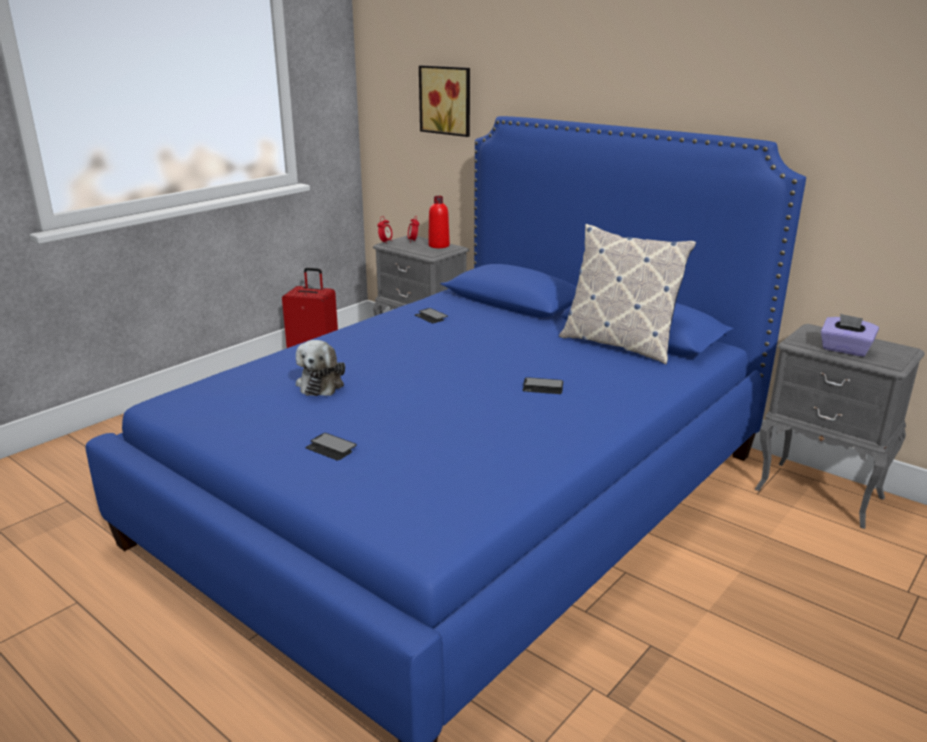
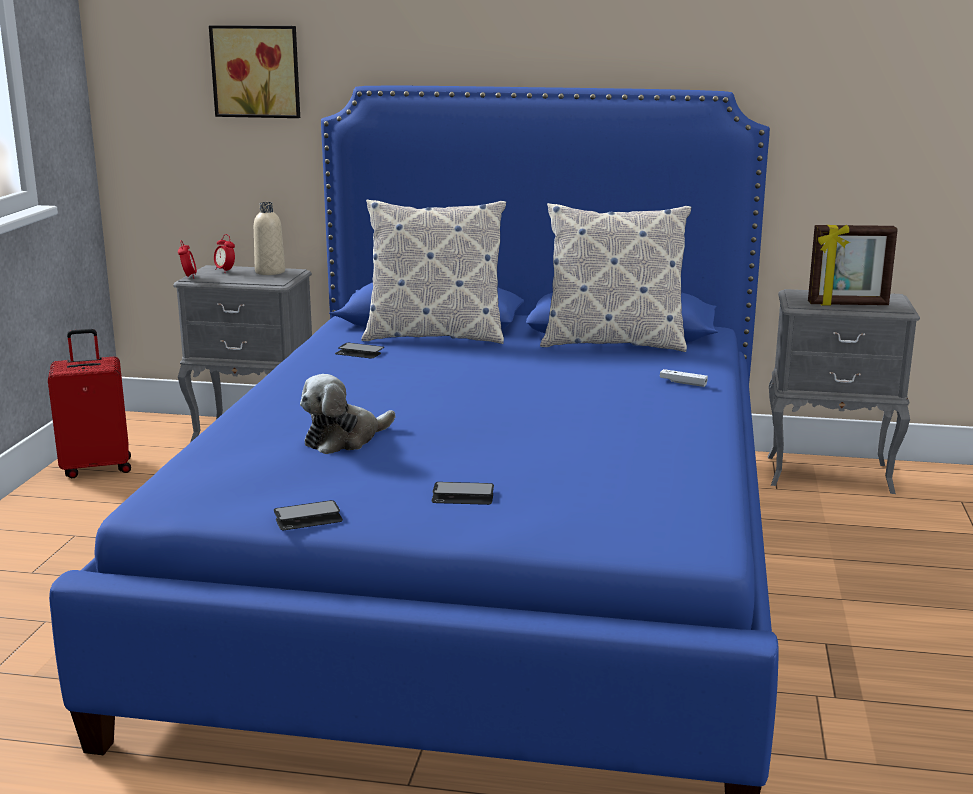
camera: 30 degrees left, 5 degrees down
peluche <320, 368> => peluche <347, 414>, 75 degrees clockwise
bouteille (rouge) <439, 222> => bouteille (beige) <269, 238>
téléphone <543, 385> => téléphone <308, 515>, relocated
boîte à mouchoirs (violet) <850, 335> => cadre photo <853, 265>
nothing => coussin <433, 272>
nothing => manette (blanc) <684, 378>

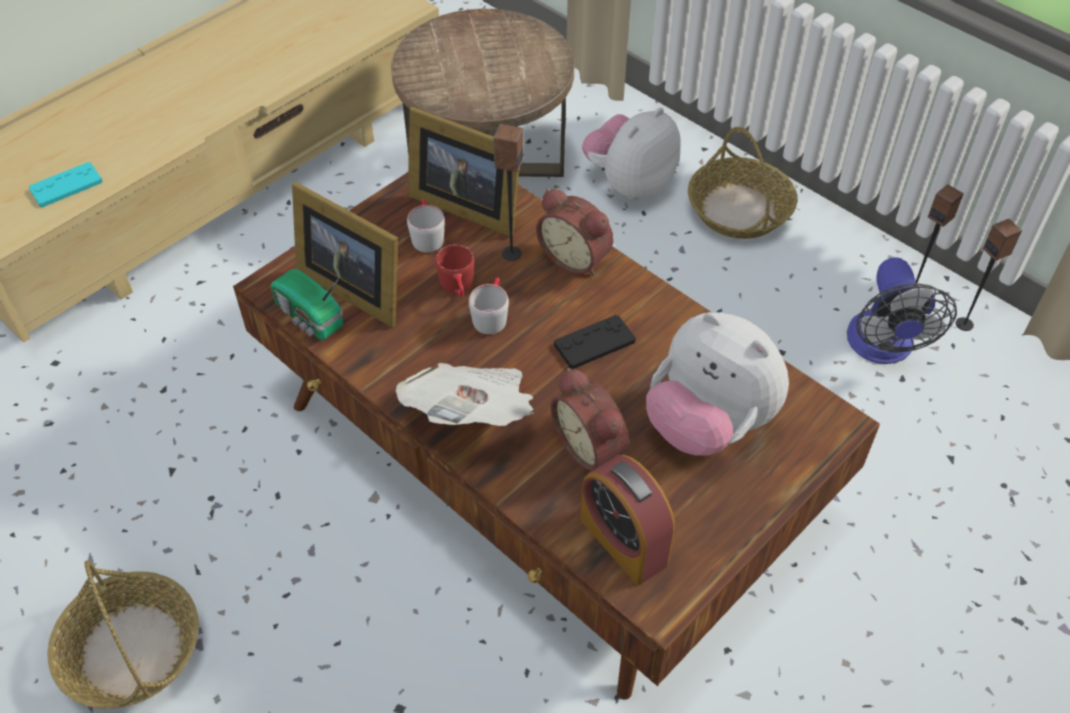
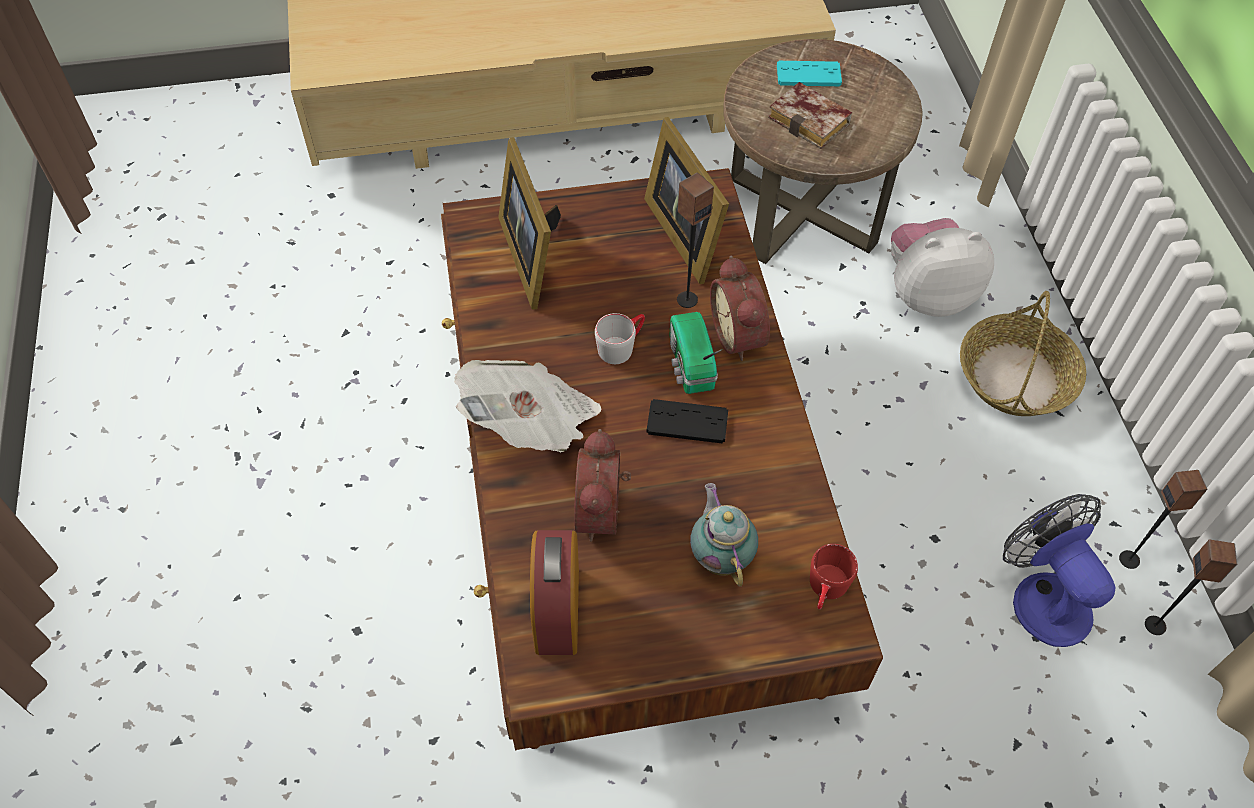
camera: 35 degrees right, 5 degrees up
manette (turquoise) <66, 184> => manette (turquoise) <809, 73>, relocated
panier <123, 634> => nothing
radio <307, 305> => radio <696, 353>, relocated
mug (gris) <426, 226> => nothing
mug (rouge) <454, 270> => mug (rouge) <834, 576>, relocated
peluche <717, 384> => théière <724, 535>
ventilateur <902, 310> => ventilateur <1059, 570>, 120 degrees clockwise
nothing => livre <810, 115>

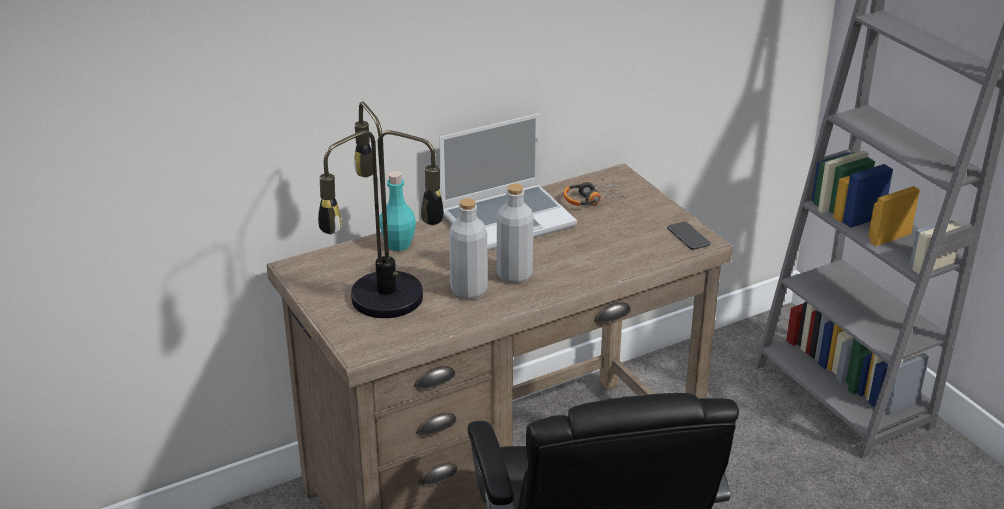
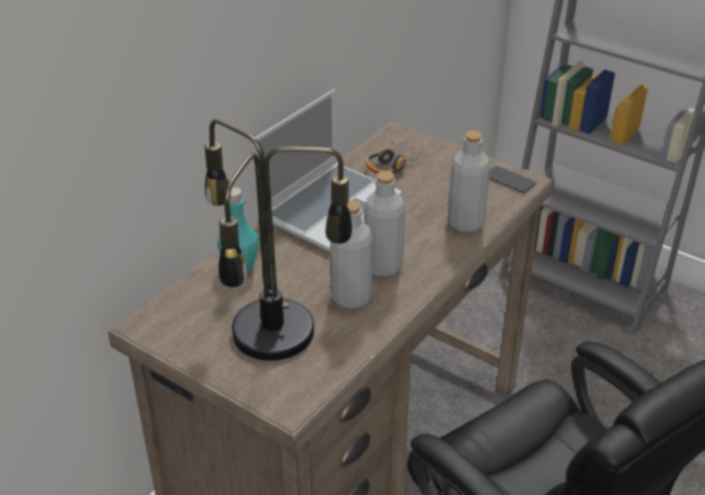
camera: 25 degrees left, 5 degrees up
nothing => bouteille (gris) <469, 181>

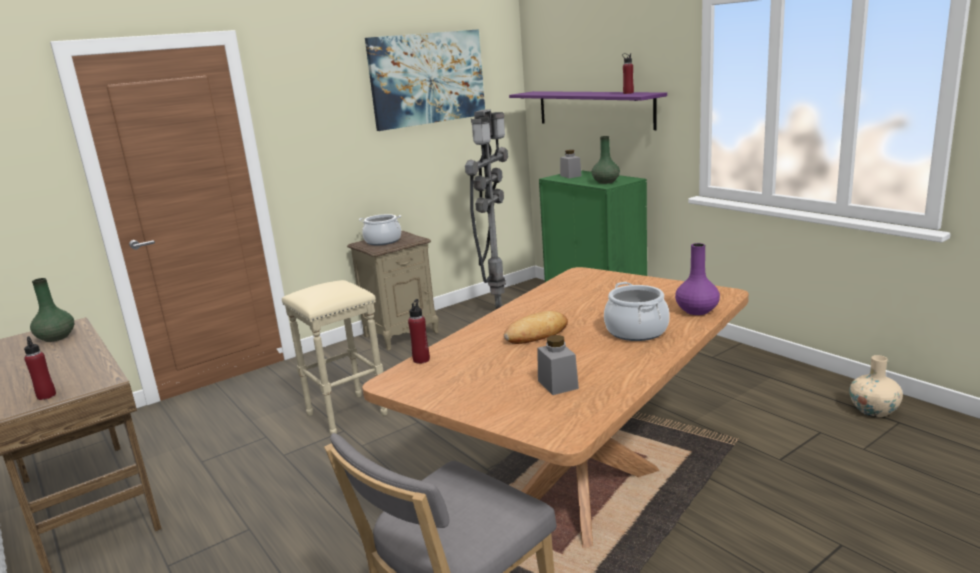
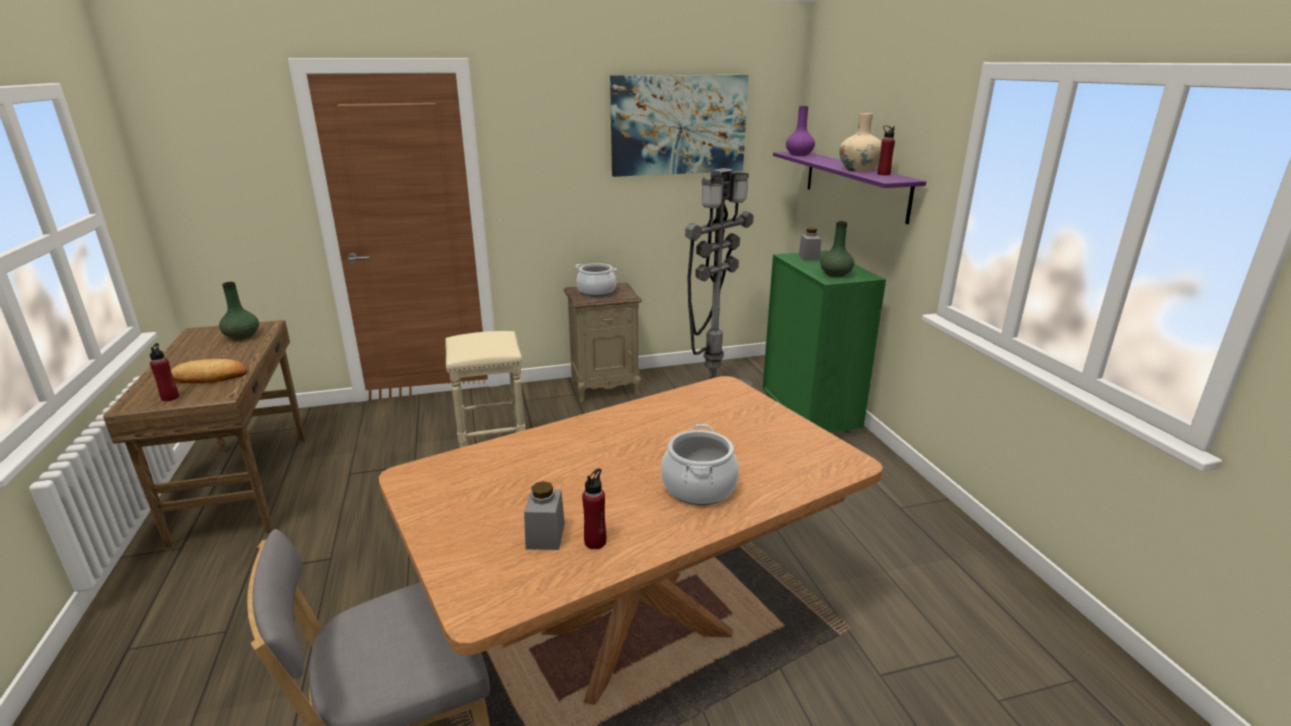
camera: 20 degrees right, 5 degrees up
bouteille (rouge) <419, 331> => bouteille (rouge) <594, 508>, relocated
pain <536, 327> => pain <209, 371>, relocated
vase (violet) <697, 279> => vase (violet) <800, 131>, relocated
vase (beige) <876, 386> => vase (beige) <860, 142>, relocated

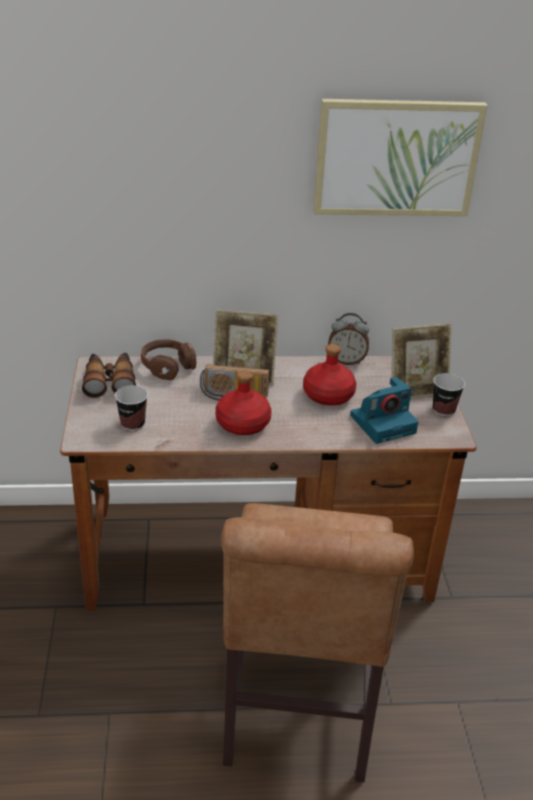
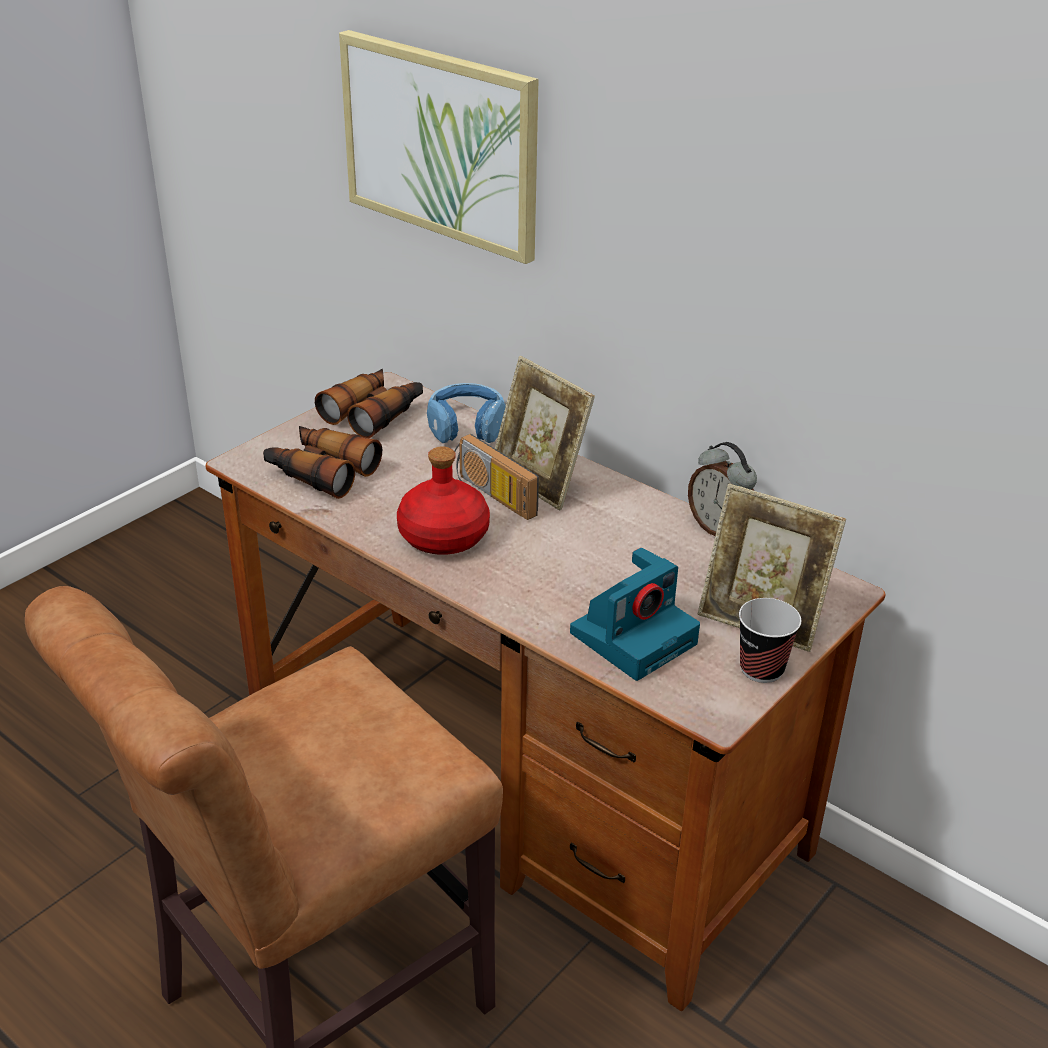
camera: 45 degrees right, 0 degrees up
tasse <131, 408> => jumelles <322, 462>
casque audio (marron) <169, 359> => casque audio (bleu) <466, 413>
bouteille (rouge) <329, 375> => nothing
tableau <400, 157> => tableau <438, 147>, relocated
appareil photo <384, 410> => appareil photo <635, 614>, 60 degrees counterclockwise

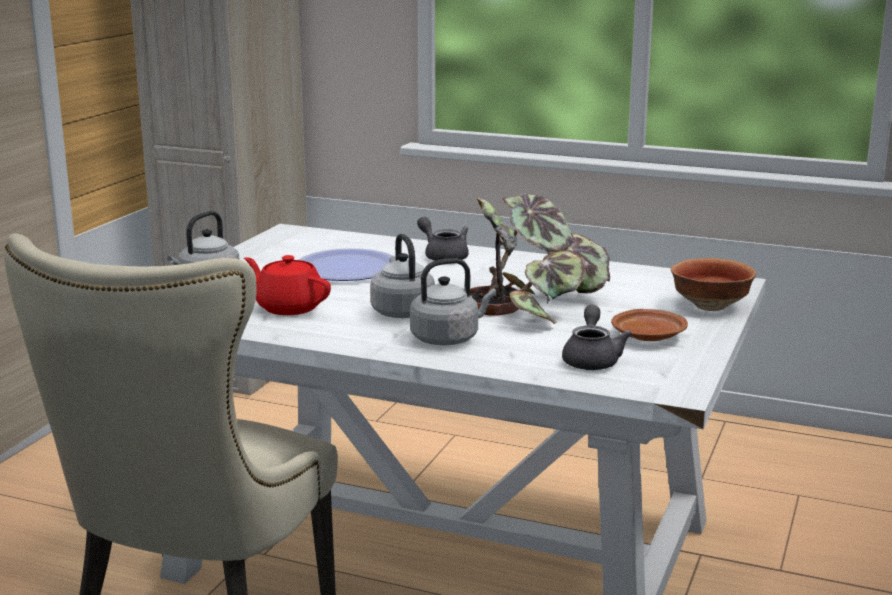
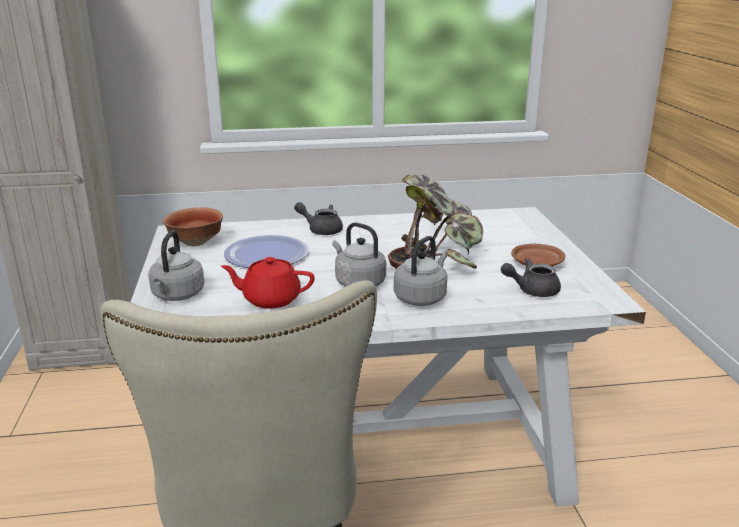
camera: 30 degrees left, 5 degrees up
théière (gris) <597, 337> => théière (gris) <531, 277>, 75 degrees counterclockwise
bol <713, 284> => bol <193, 226>, relocated

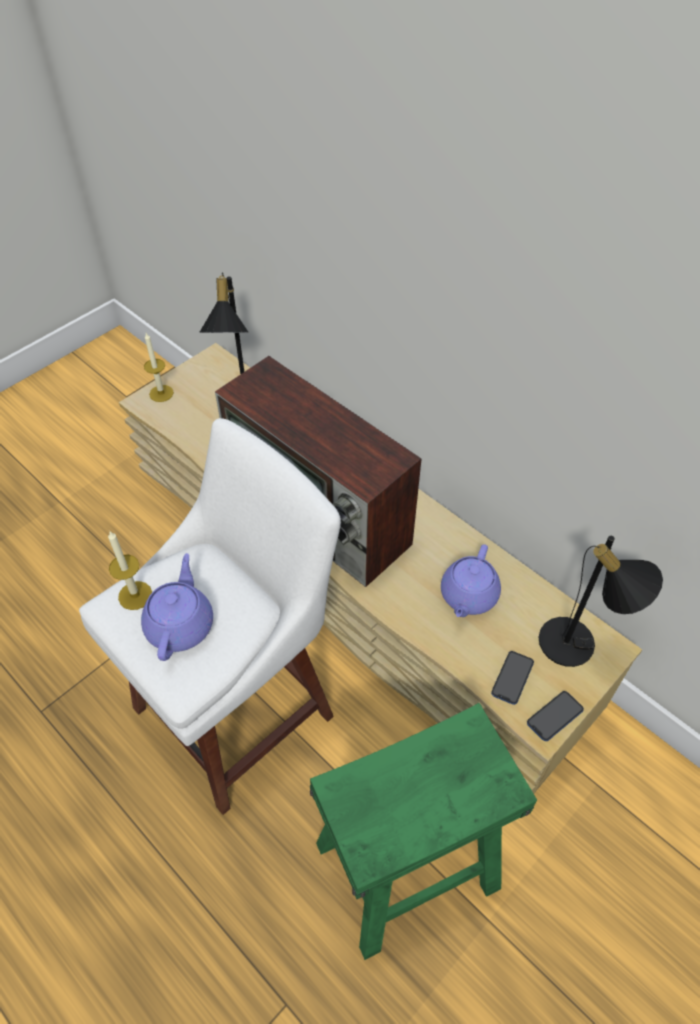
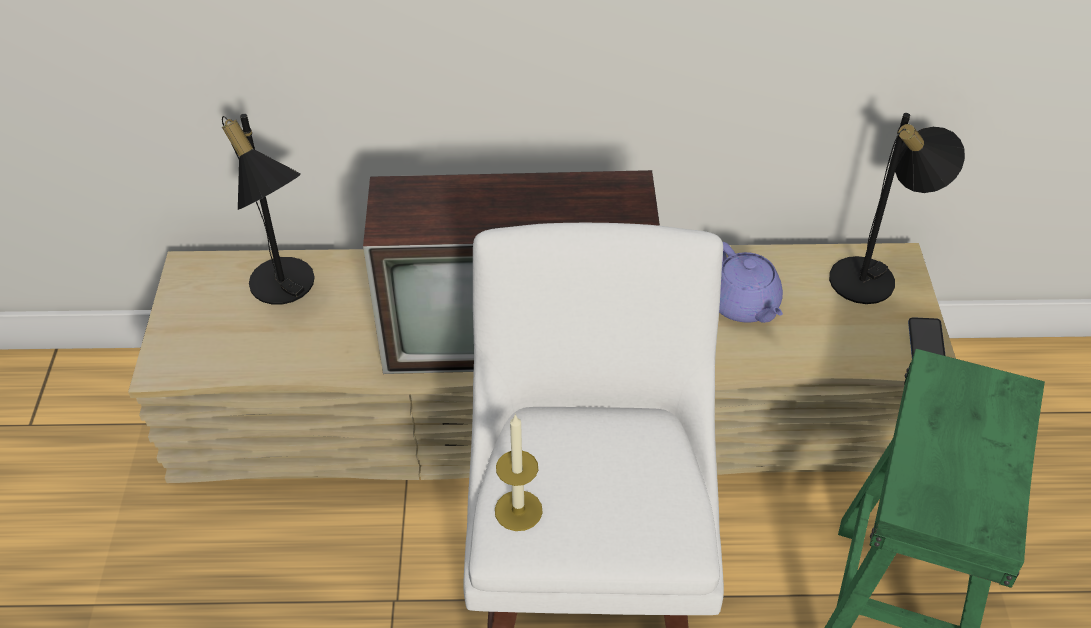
camera: 45 degrees left, 5 degrees down
théière (violet) <177, 607> => nothing
bougie <159, 367> => nothing
téléphone <512, 678> => nothing

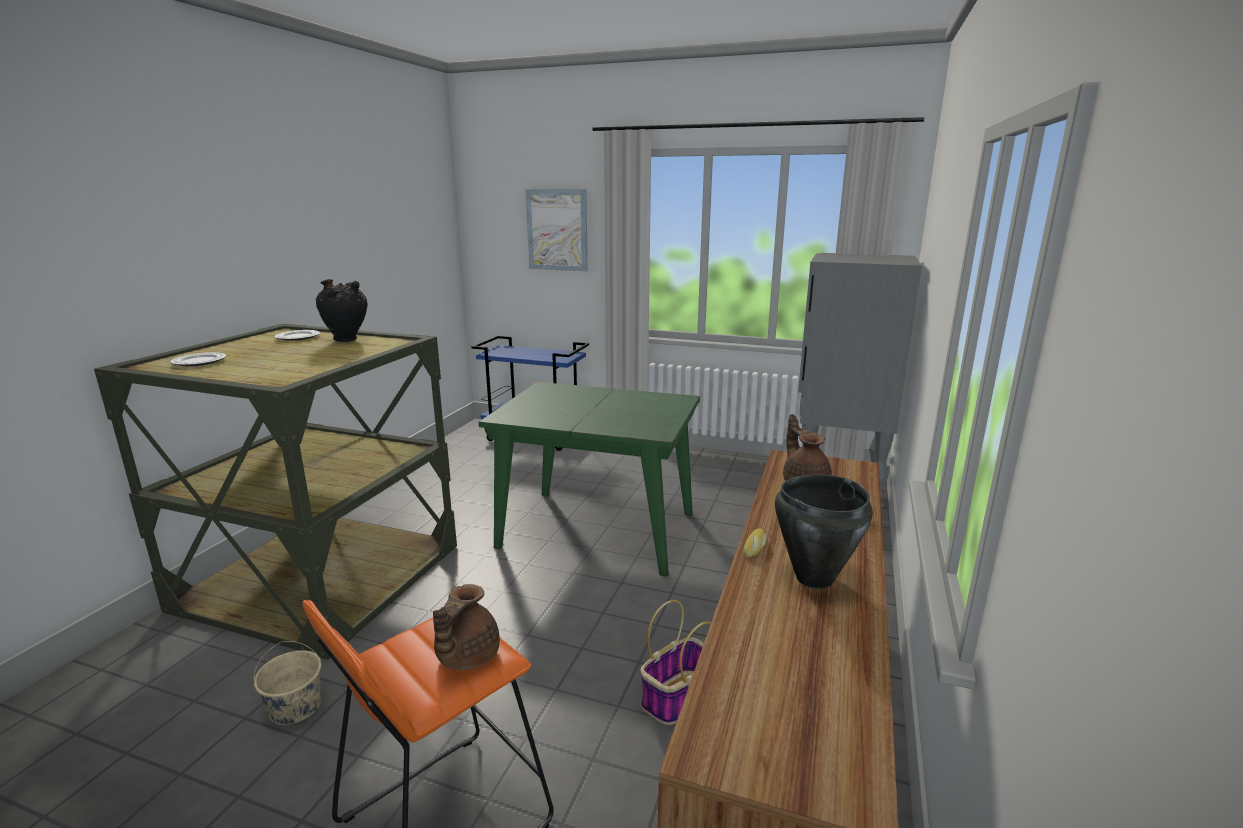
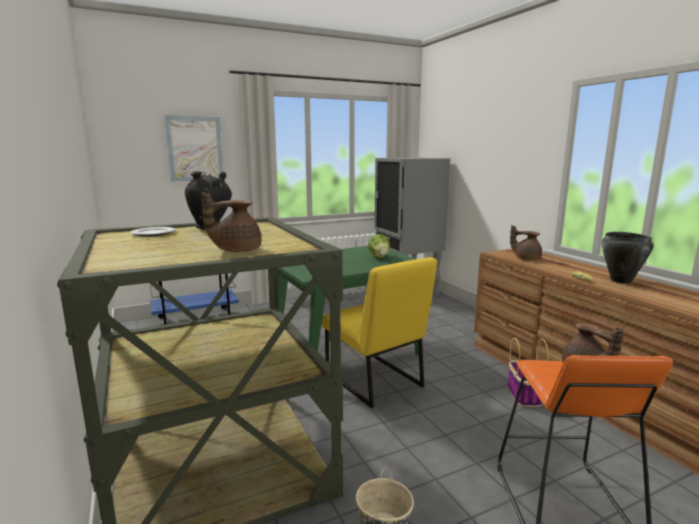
camera: 45 degrees left, 5 degrees down
assiette <198, 359> => nothing
nothing => théière (marron) <231, 222>
nothing => chaise (jaune) <379, 332>
nothing => laitue <379, 246>

